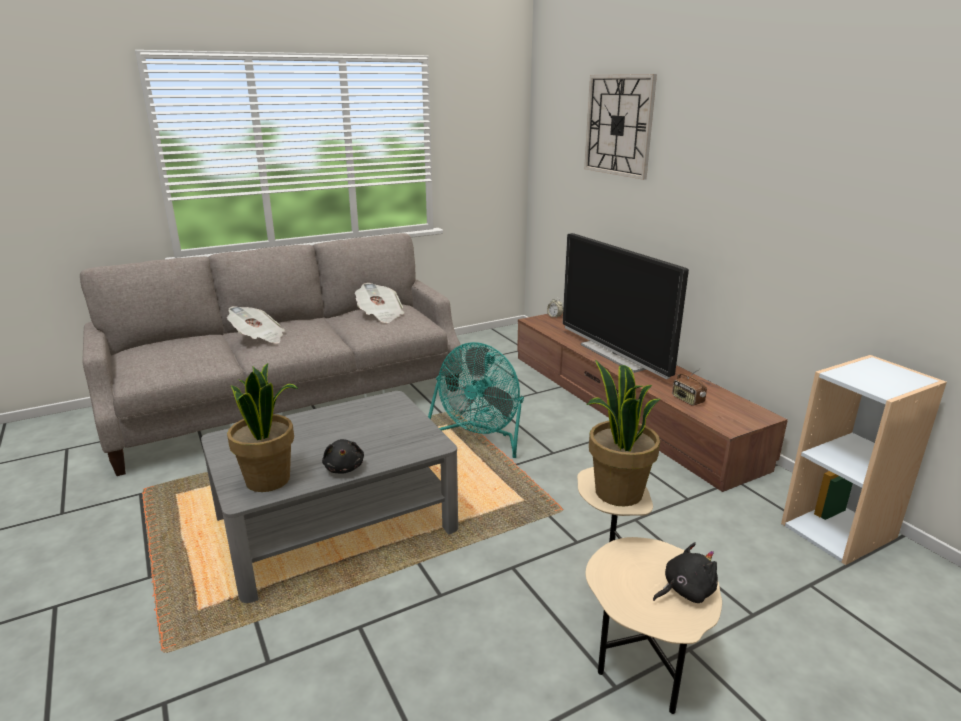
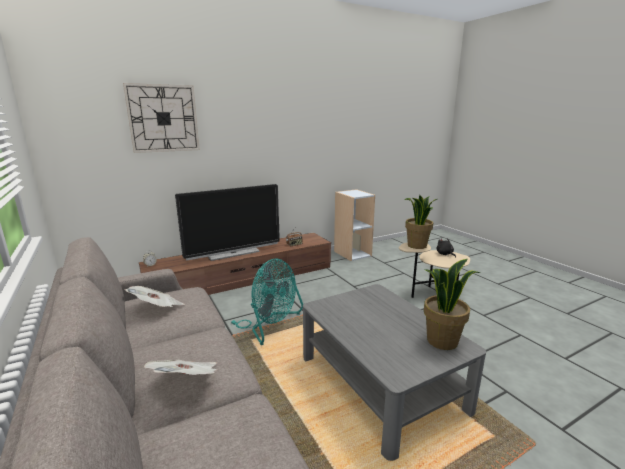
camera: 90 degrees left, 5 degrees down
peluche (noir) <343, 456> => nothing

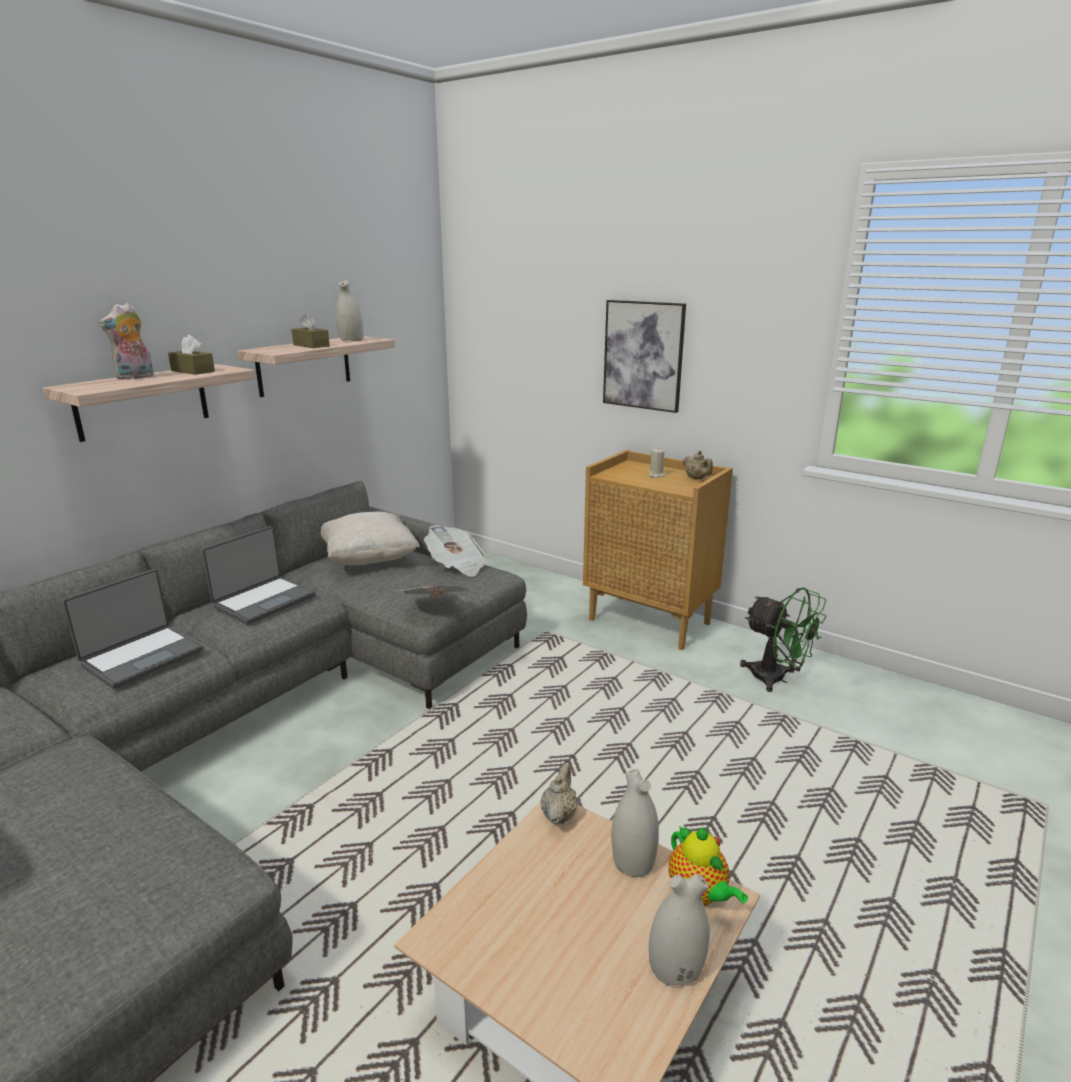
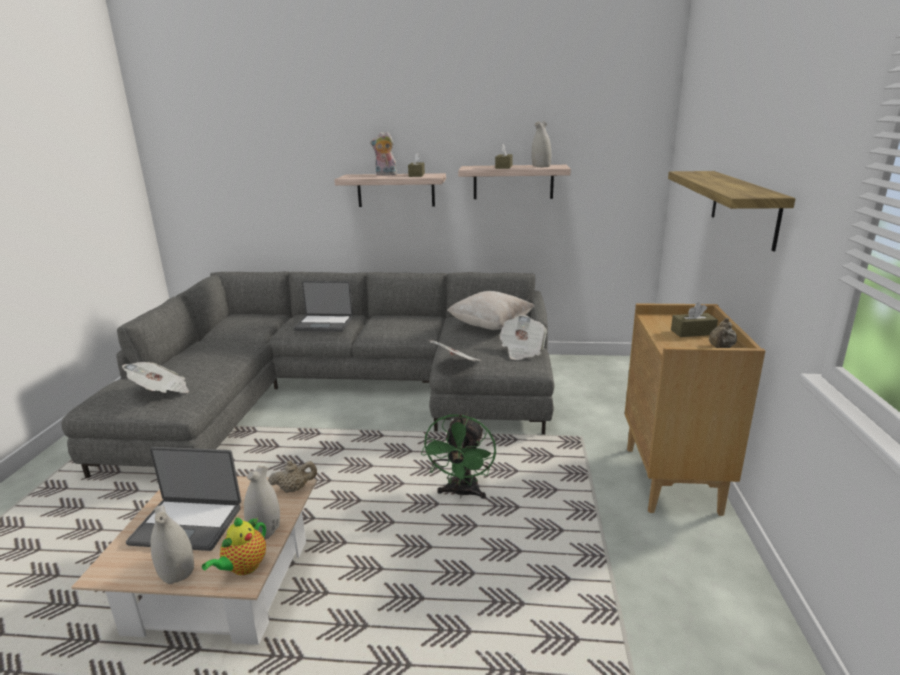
camera: 60 degrees right, 0 degrees up
ordinateur portable <258, 575> => ordinateur portable <183, 499>, relocated
tableau <644, 356> => étagère <732, 211>
bougie (beige) <656, 463> => boîte à mouchoirs (marron) <694, 320>
ventilateur (vert) <783, 639> => ventilateur (vert) <458, 456>, relocated
nothing => journal <155, 377>

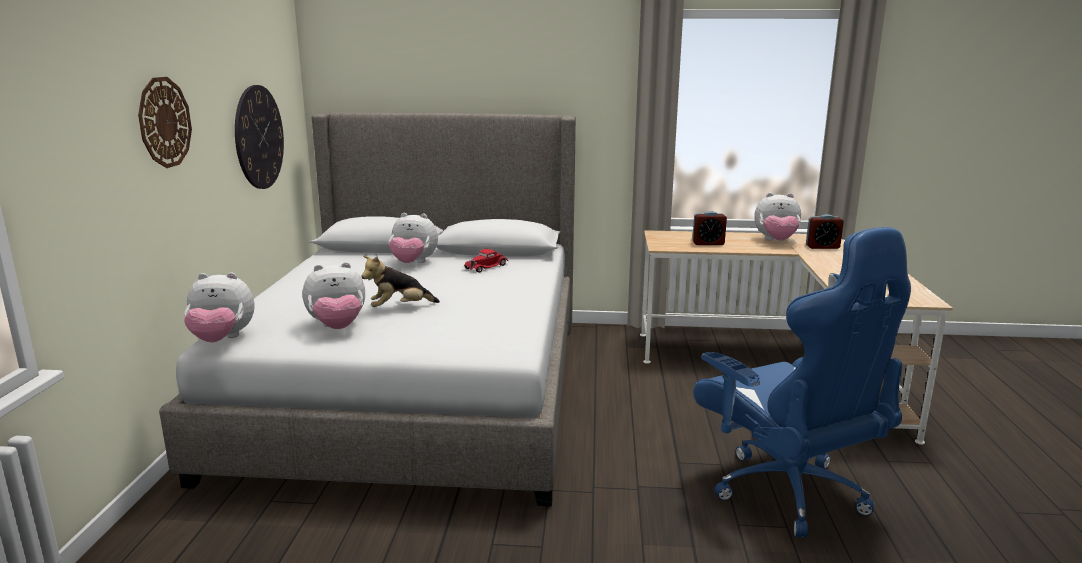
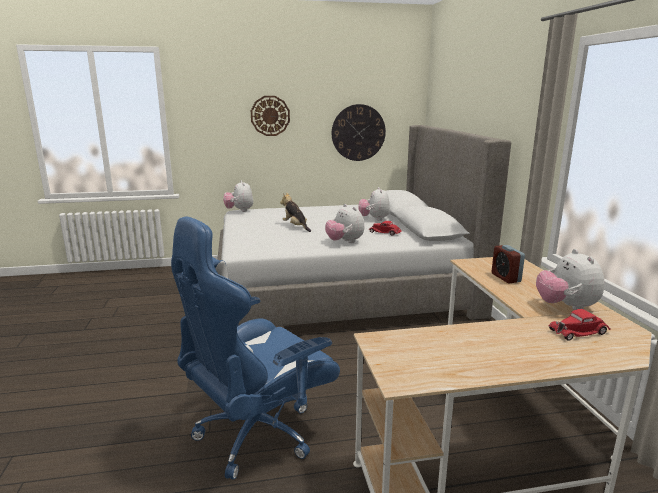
camera: 75 degrees right, 0 degrees up
peluche <334, 295> => peluche <344, 223>, relocated
réveil <825, 231> => petite voiture (rouge) <580, 325>

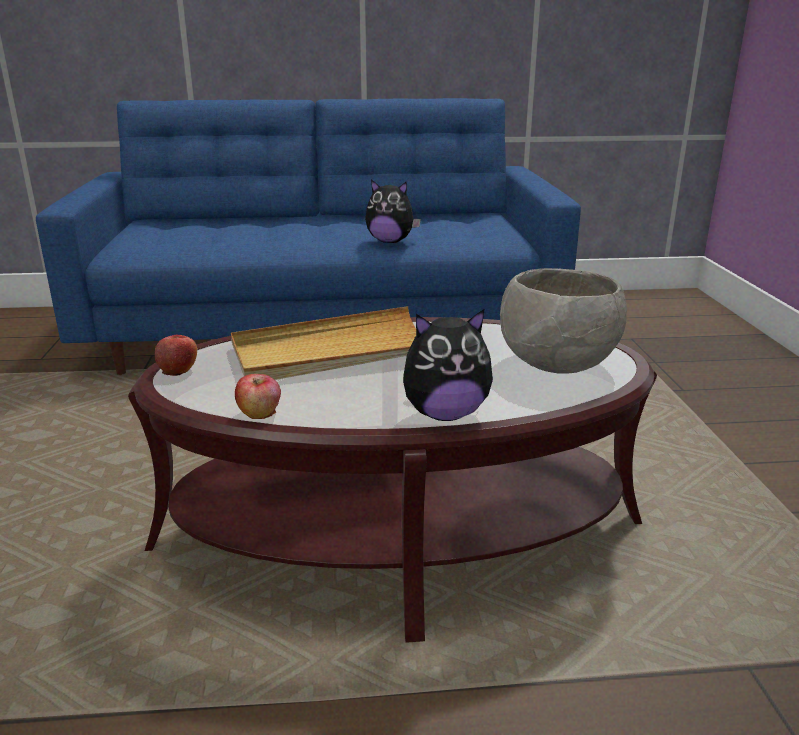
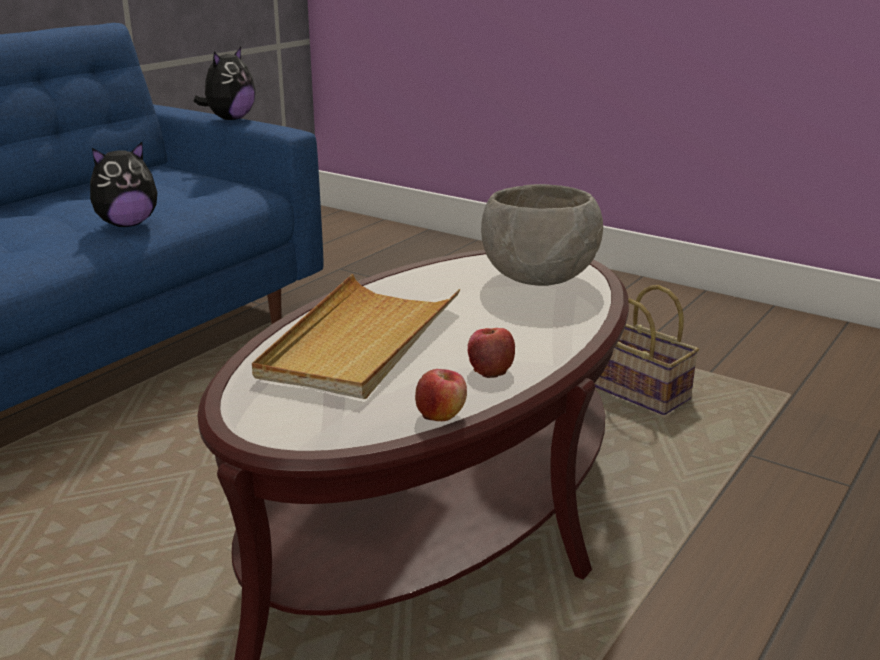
camera: 50 degrees left, 0 degrees up
pomme <176, 355> => pomme <491, 353>, relocated
peluche <448, 365> => peluche <224, 83>, relocated
nothing => panier <646, 350>

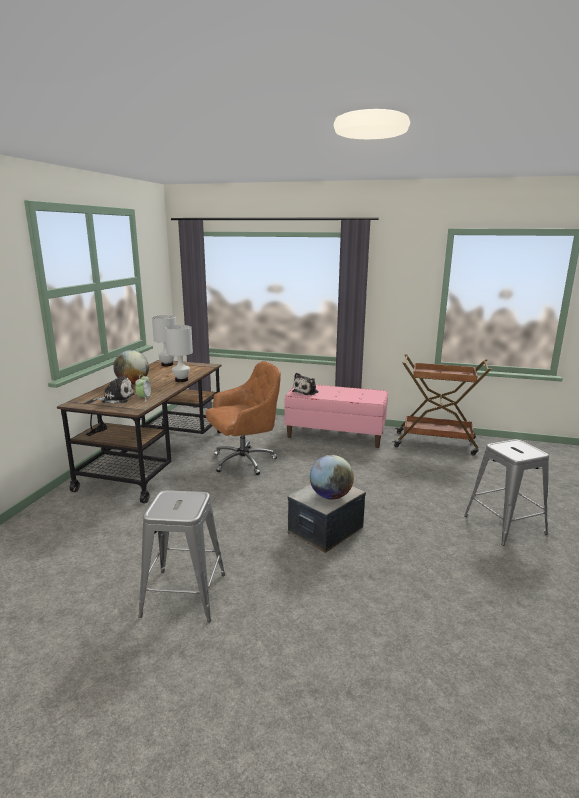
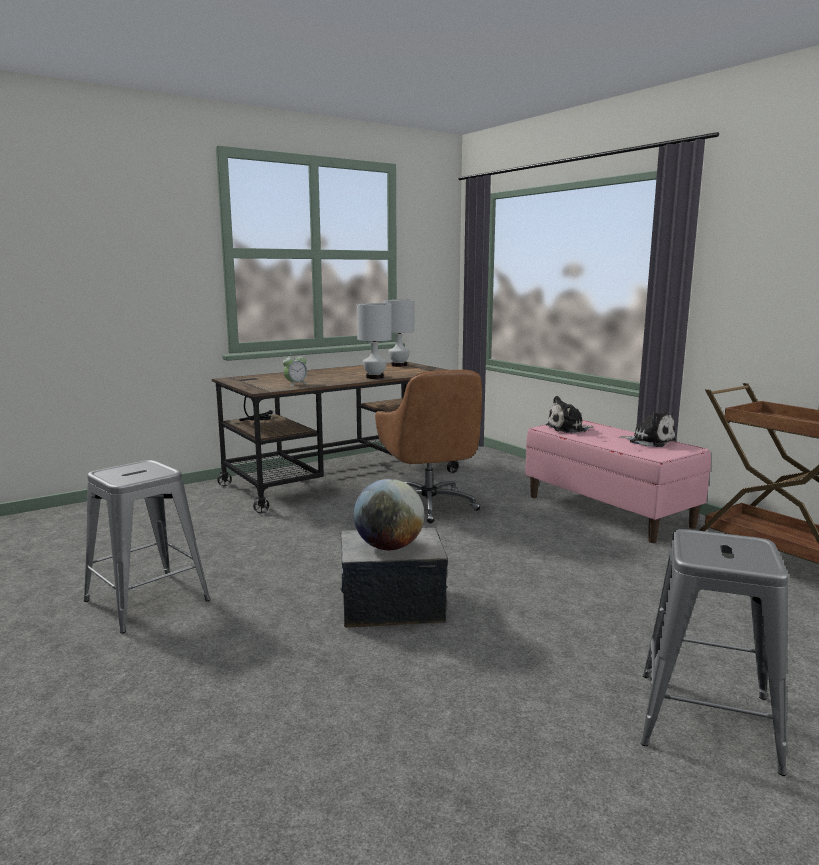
camera: 40 degrees right, 5 degrees down
peluche <114, 389> => peluche <647, 429>, relocated
globe <131, 367> => nothing
chaise de bureau (marron) <243, 418> => chaise de bureau (marron) <428, 446>, 60 degrees clockwise

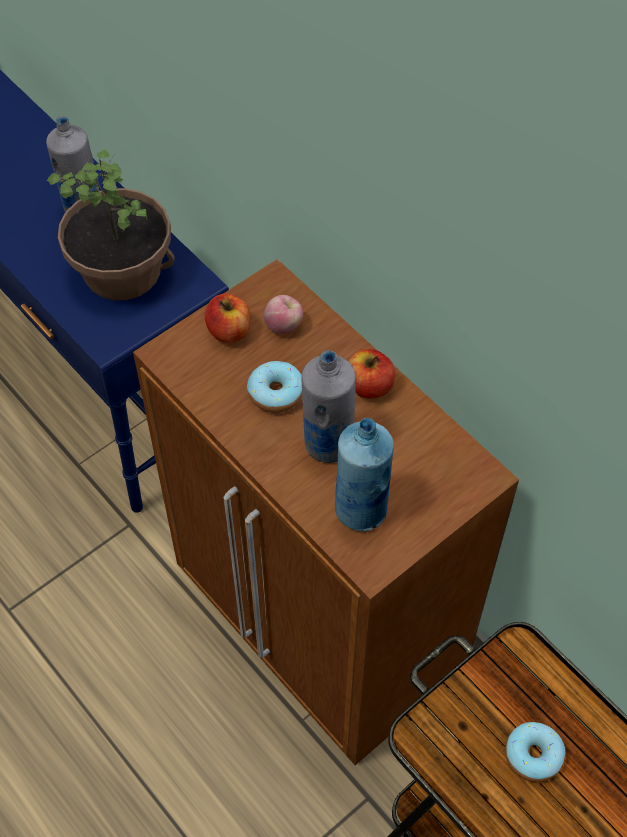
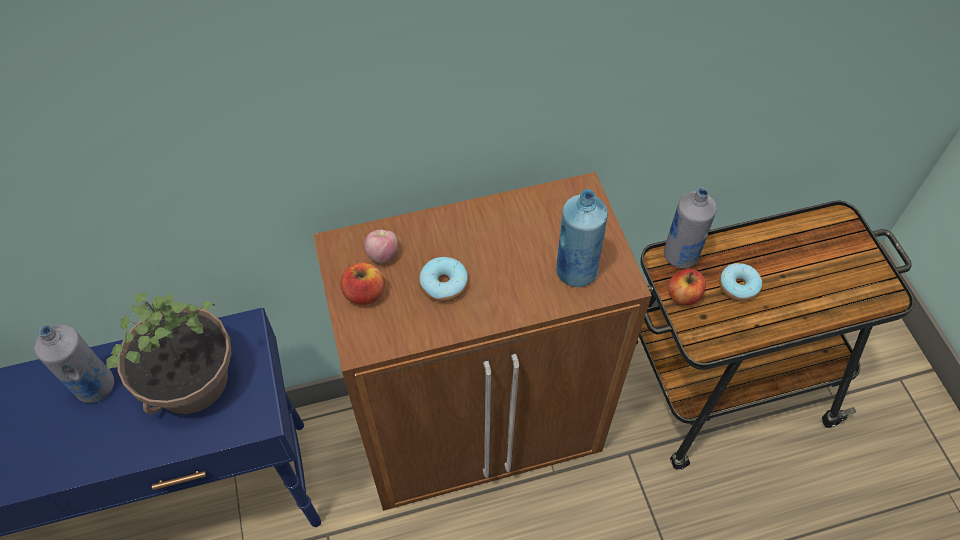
camera: 65 degrees left, 0 degrees up
bouteille (gris) <328, 406> => bouteille (gris) <690, 228>, relocated
pomme <371, 374> => pomme <687, 287>, relocated

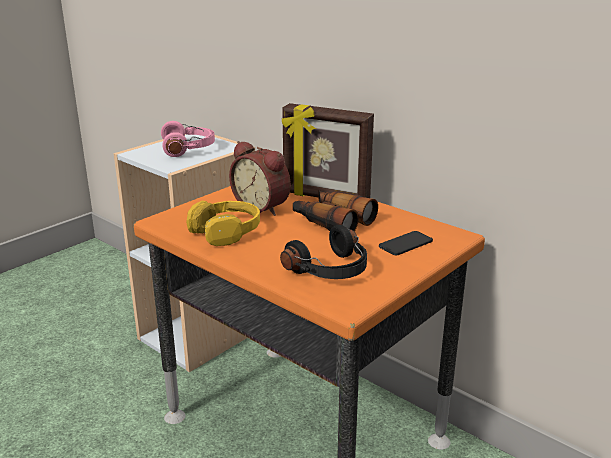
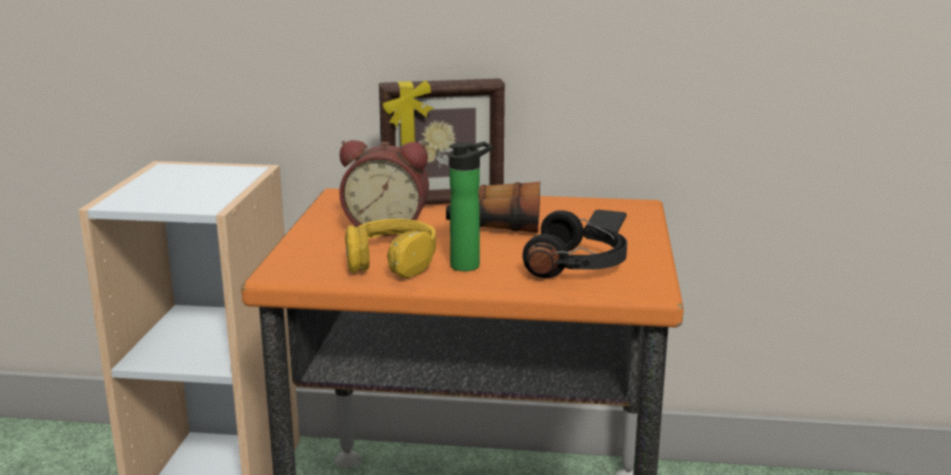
camera: 35 degrees left, 5 degrees down
casque audio (rose) <188, 139> => nothing
nothing => bouteille <470, 206>

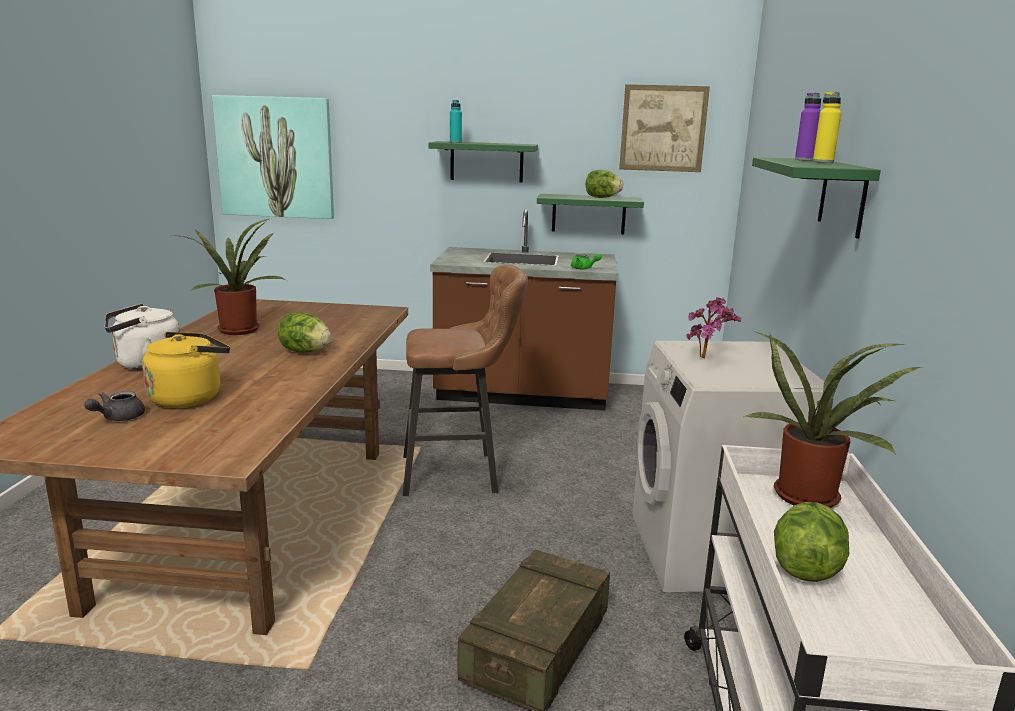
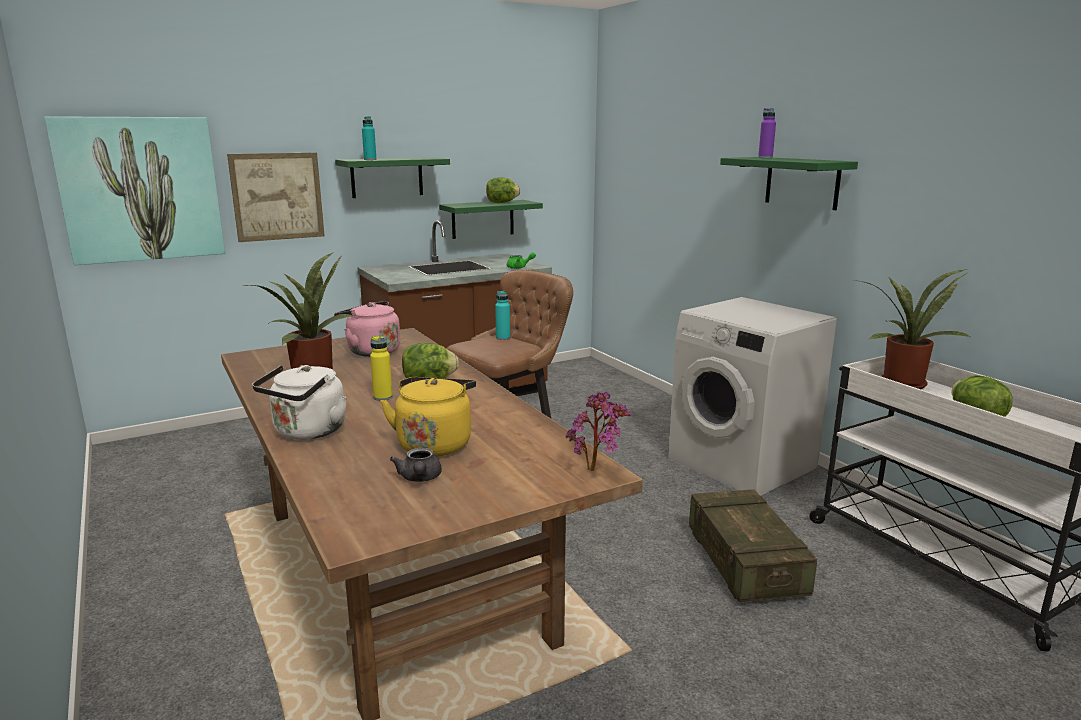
camera: 35 degrees left, 0 degrees up
tableau <664, 128> => tableau <276, 197>, relocated
plante en pot <714, 327> => plante en pot <598, 431>, relocated
bouteille (jaune) <827, 127> => bouteille (jaune) <381, 368>, relocated
nothing => bouilloire (rose) <367, 329>
nothing => bouteille (turquoise) <502, 315>

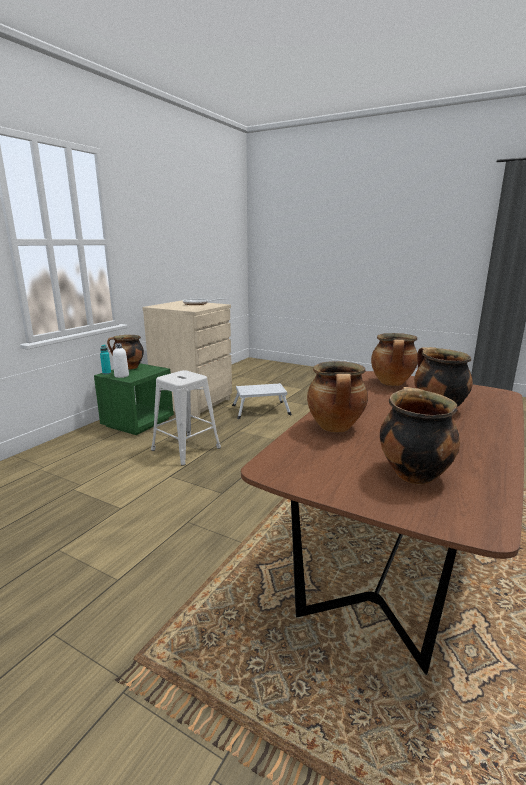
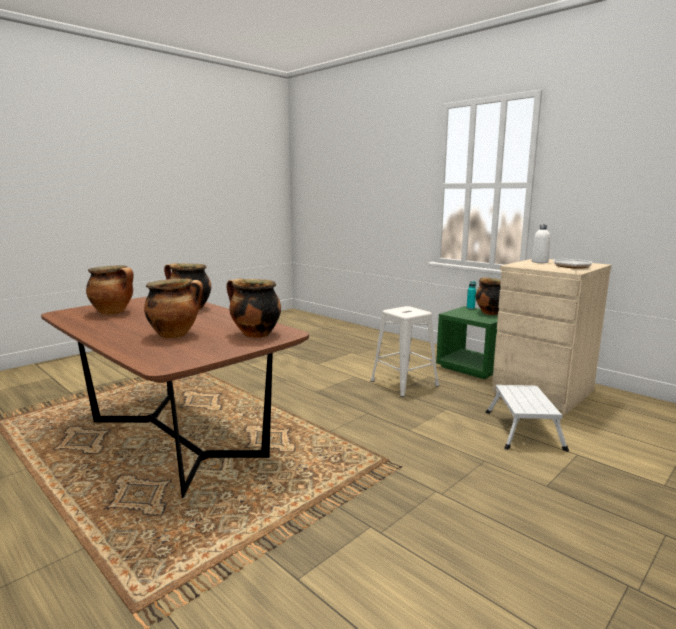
camera: 105 degrees right, 5 degrees down
bouteille (blanc) <121, 360> => bouteille (blanc) <540, 243>, relocated

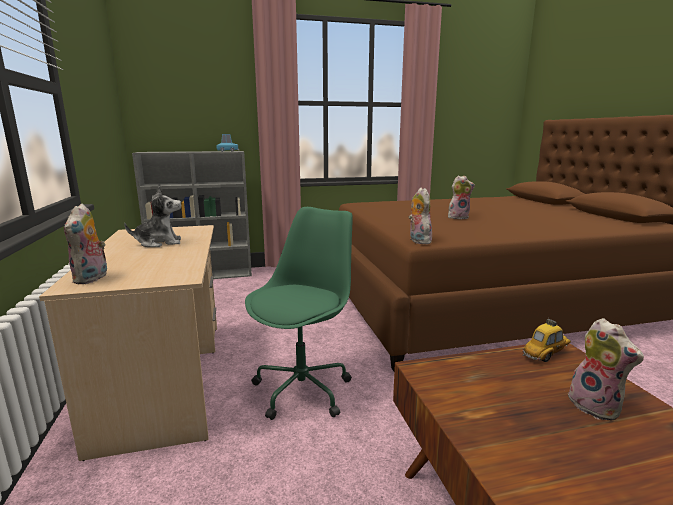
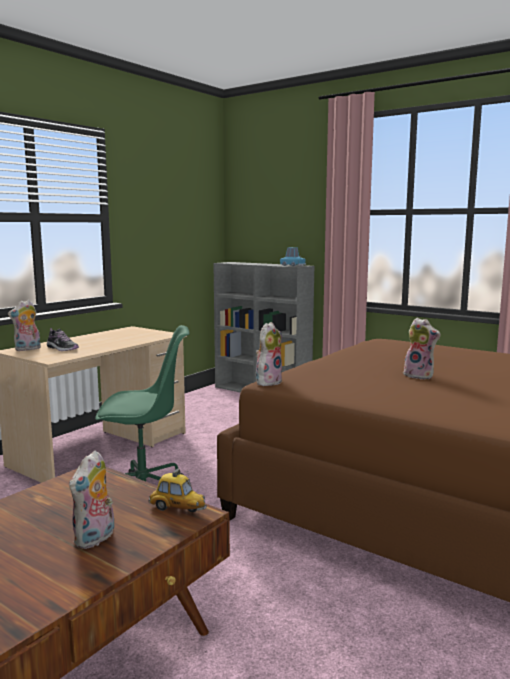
camera: 50 degrees right, 5 degrees down
peluche <152, 216> => nothing
nothing => chaussure <63, 339>

